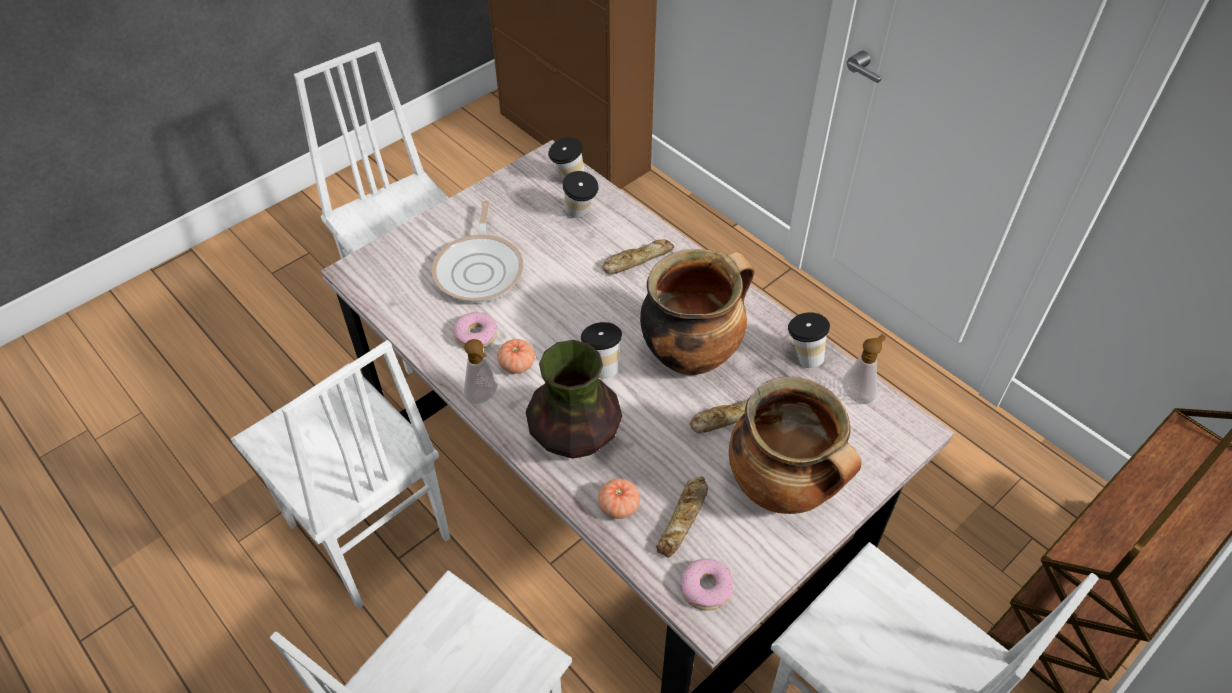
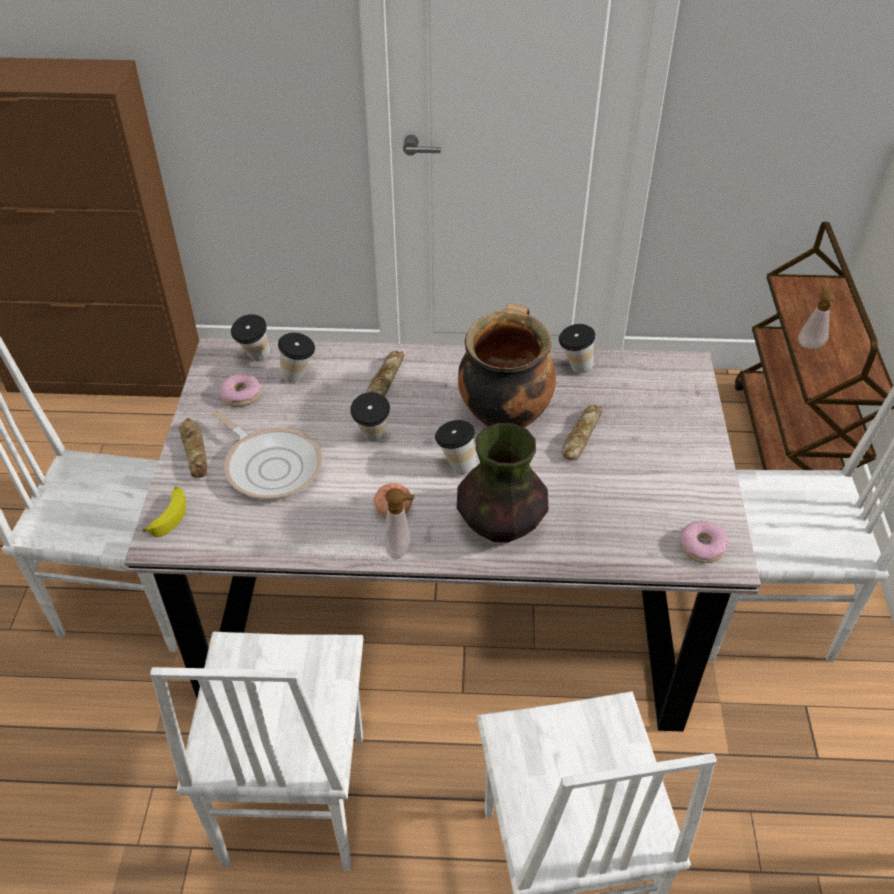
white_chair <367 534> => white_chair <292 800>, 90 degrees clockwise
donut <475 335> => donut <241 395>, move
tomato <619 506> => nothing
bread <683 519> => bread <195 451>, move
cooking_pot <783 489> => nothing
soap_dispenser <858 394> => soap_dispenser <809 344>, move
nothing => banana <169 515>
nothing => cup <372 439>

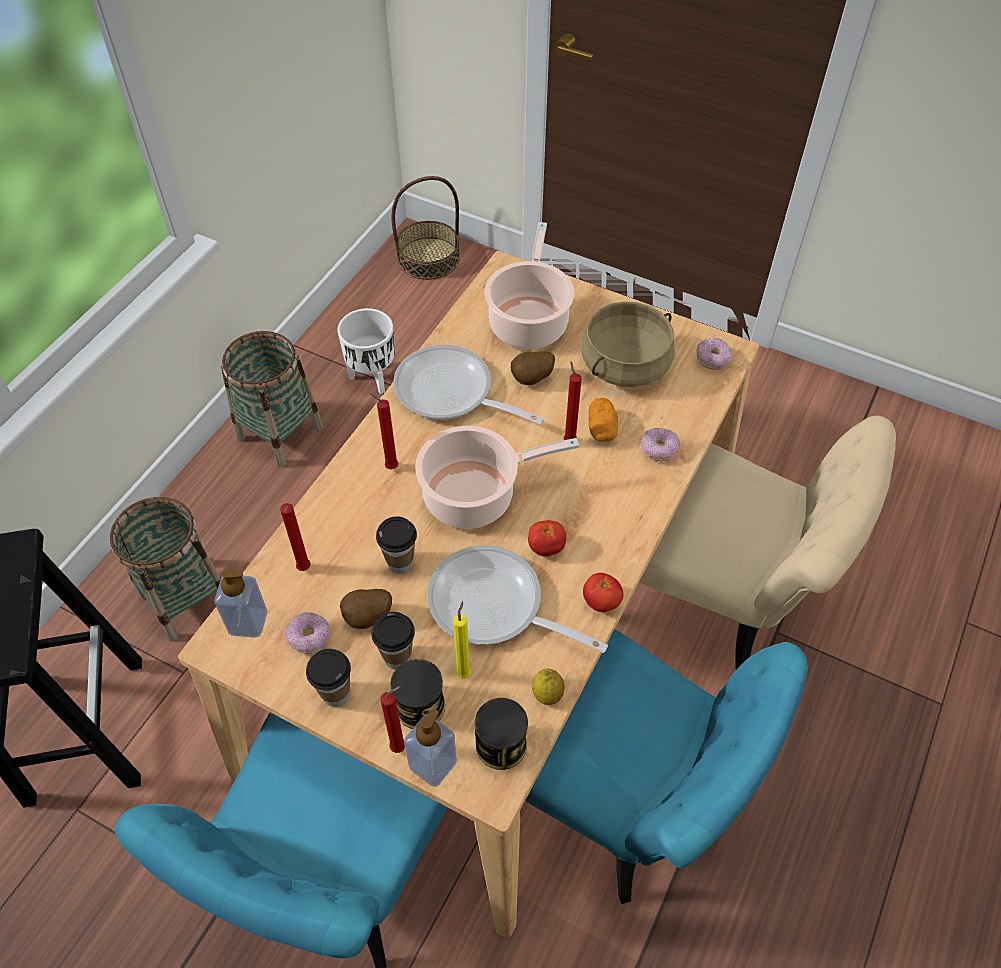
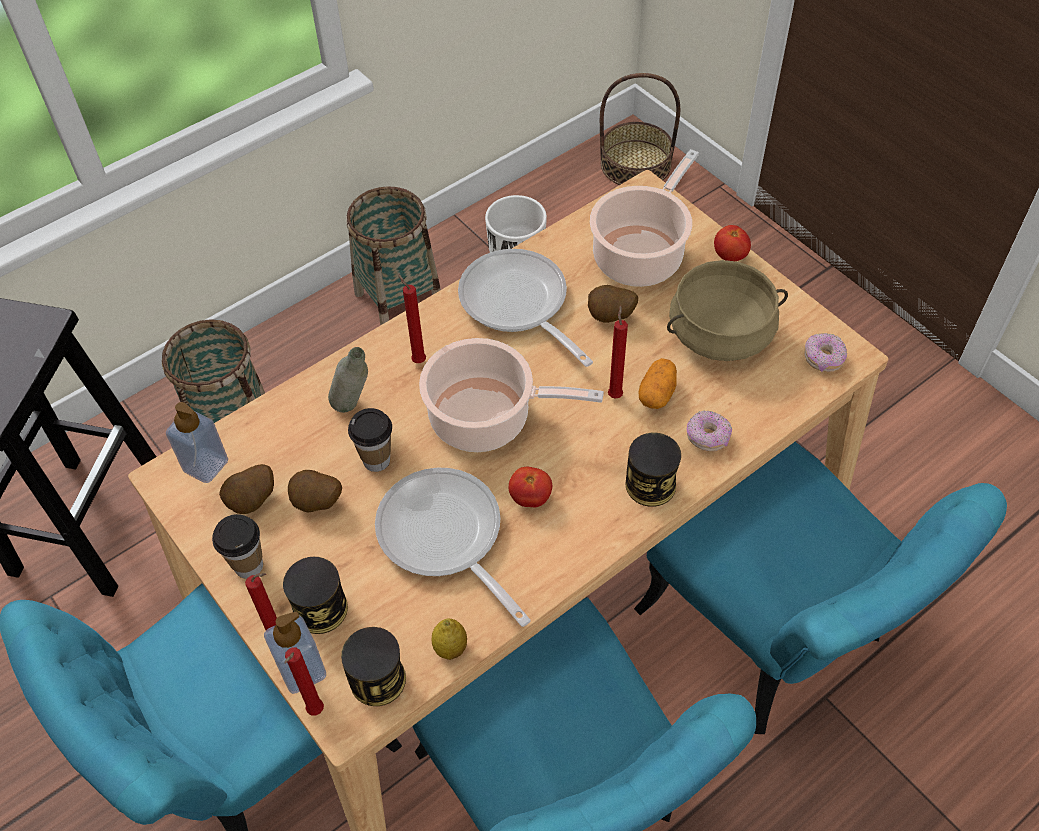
red_candle <304 570> => red_candle <314 712>, move
donut <310 638> => potato <253 502>
cup <397 657> => nothing
yellow_candle <464 672> => nothing
tomato <601 602> => tomato <730 256>, move
beige_chair <721 602> => turquoise_chair <777 640>
nothing => grey_bottle <355 410>
nothing => can <650 484>

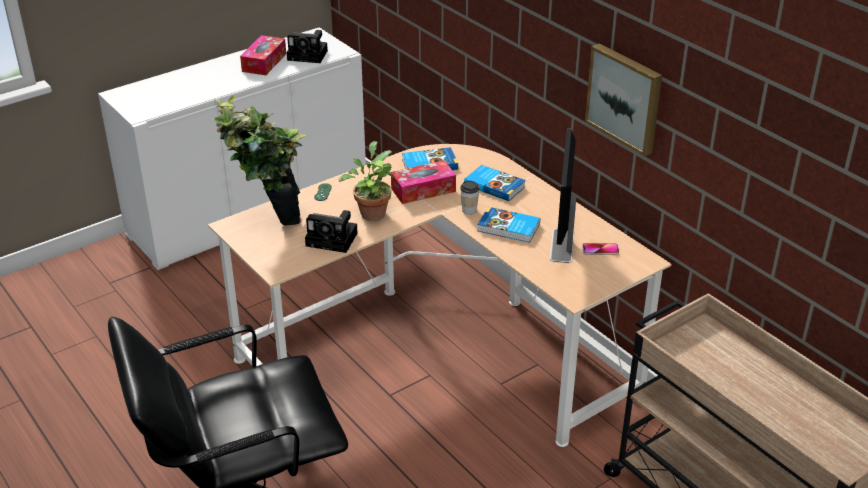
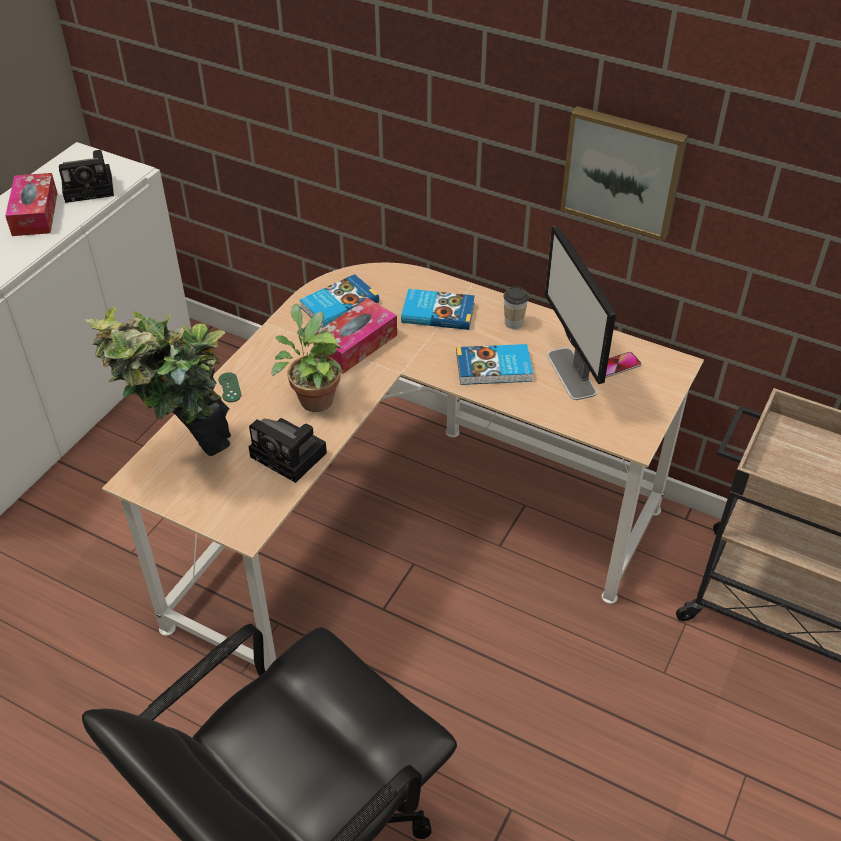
photo_camera <334 239> => photo_camera <291 456>, 45 degrees clockwise
cup <469 210> => cup <513 323>, move

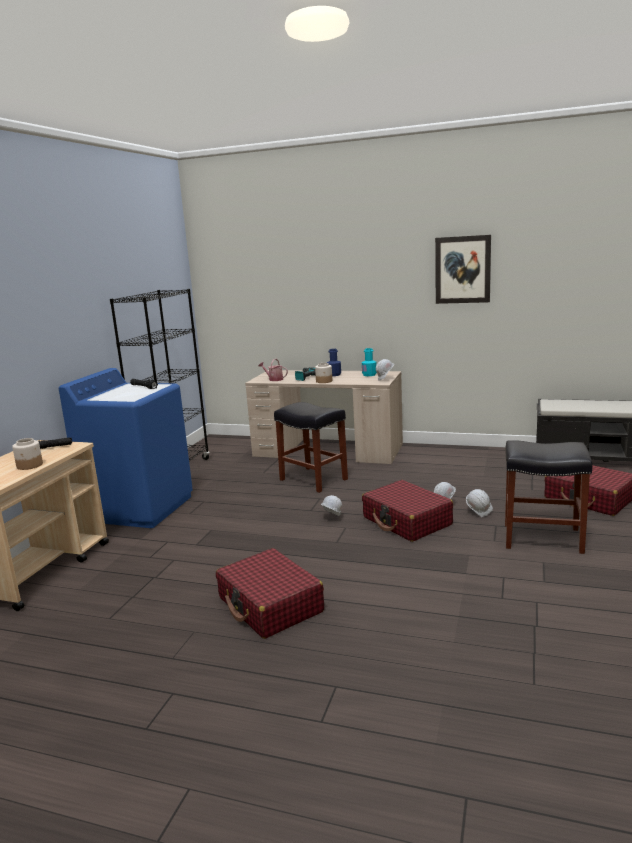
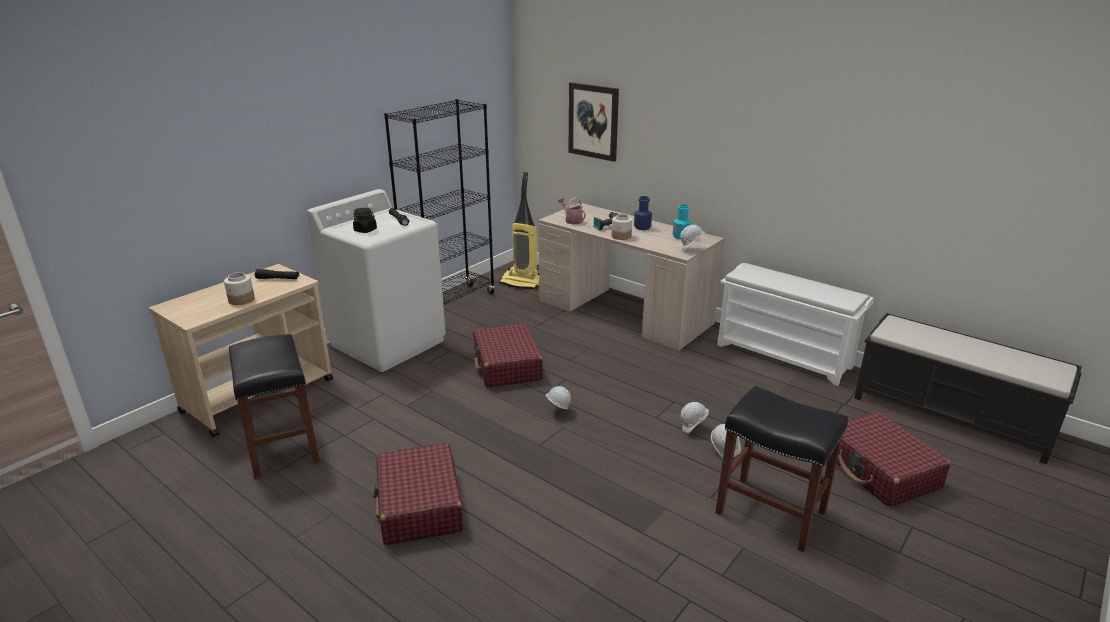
blue_washing_machine <140 508> => white_washing_machine <388 342>
black_stool <312 479> => black_stool <282 446>, move
red_suitcase <407 521> => red_suitcase <507 366>, move
picture <462 269> => picture <593 121>, move
nothing => black_jar <365 230>
nothing => vacuum_cleaner <522 282>
nothing => white_shoe_rack <784 356>

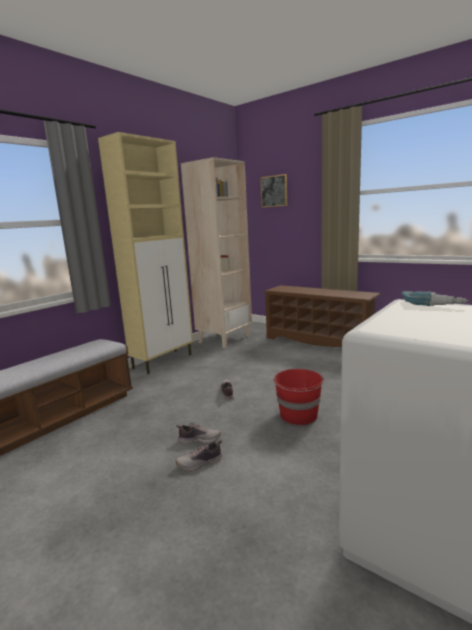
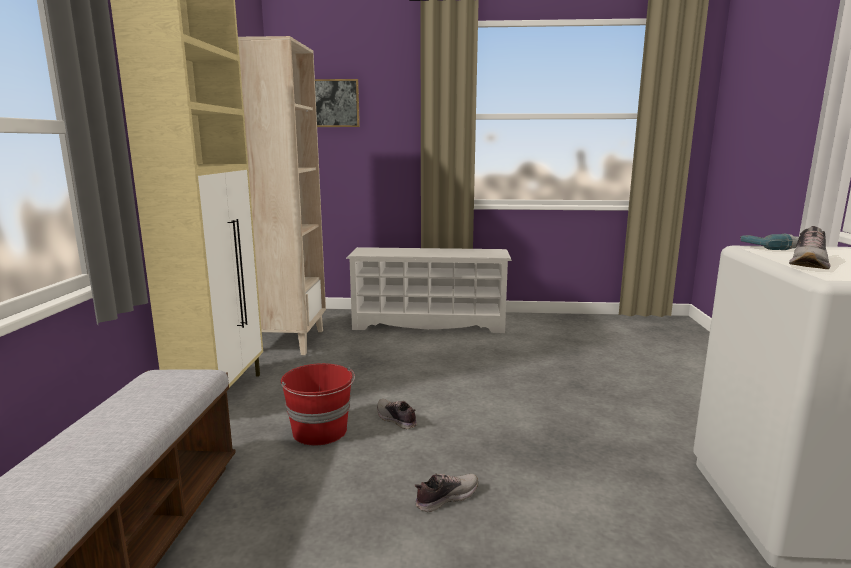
shoe <200 463> => shoe <809 264>, move
brown_shoe_rack <319 341> => white_shoe_rack <429 324>
red_bucket <299 415> => red_bucket <320 431>, move

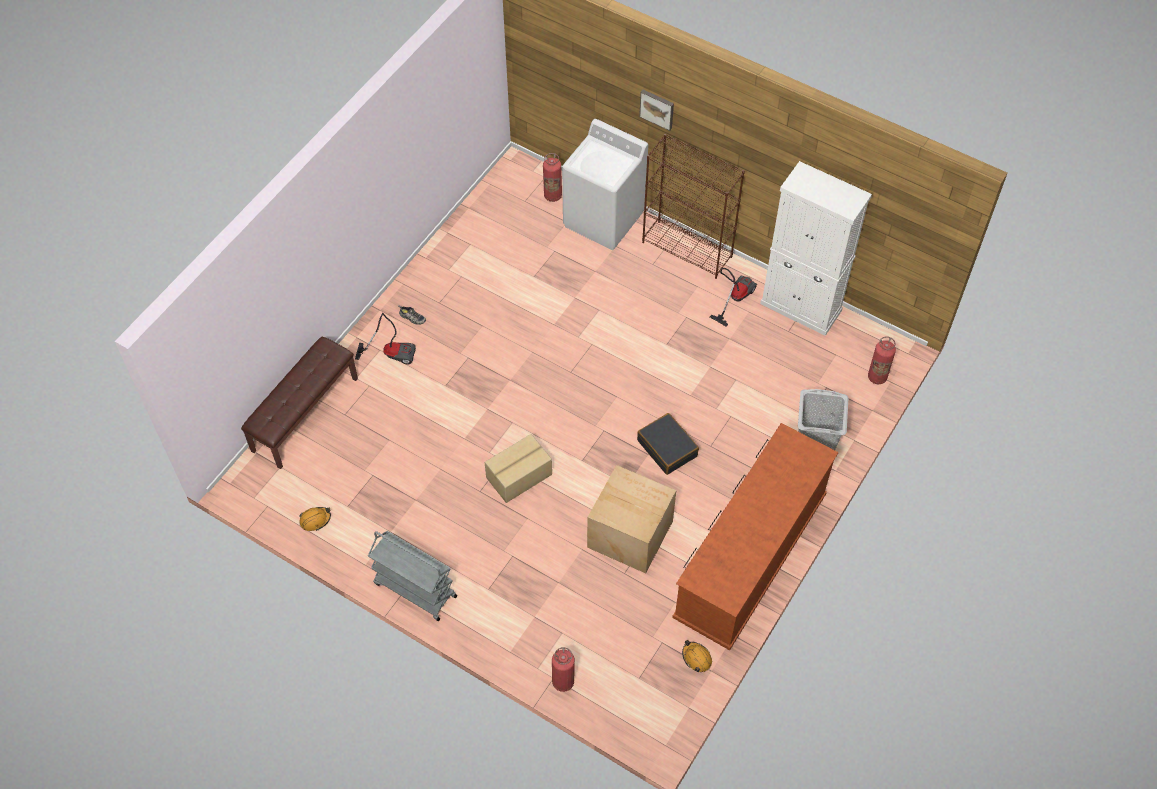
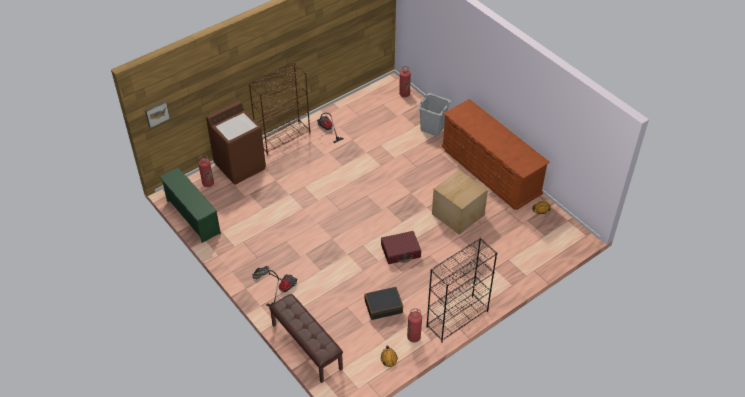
grey_cart <414 590> => black_bookcase <457 319>
cardboard_box <519 476> => red_suitcase <401 251>
fire_extinguisher <563 682> => fire_extinguisher <413 337>, move
white_washing_machine <604 219> => brown_washing_machine <240 166>
black_suitcase <667 448> => black_suitcase <383 306>, move
picture <657 108> => picture <157 113>, move
white_cabinet <801 307> => nothing
nothing => green_shoe_rack <192 217>

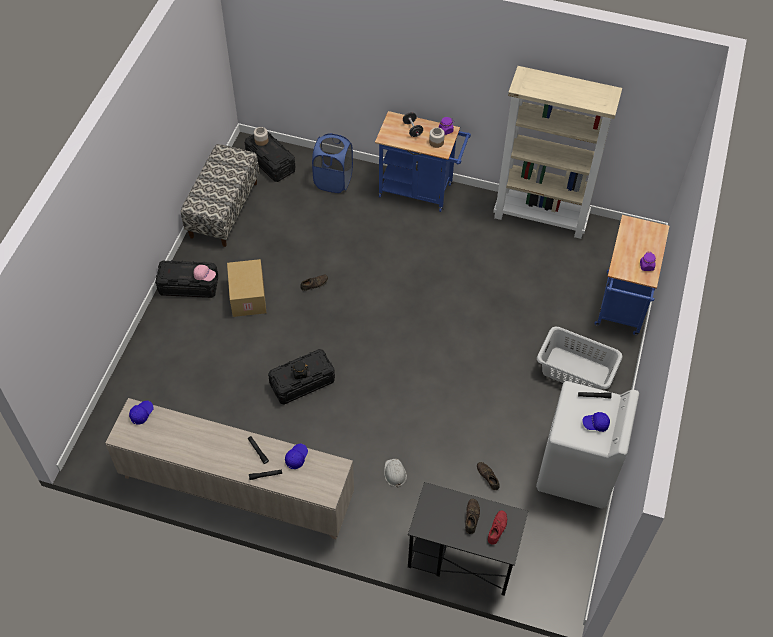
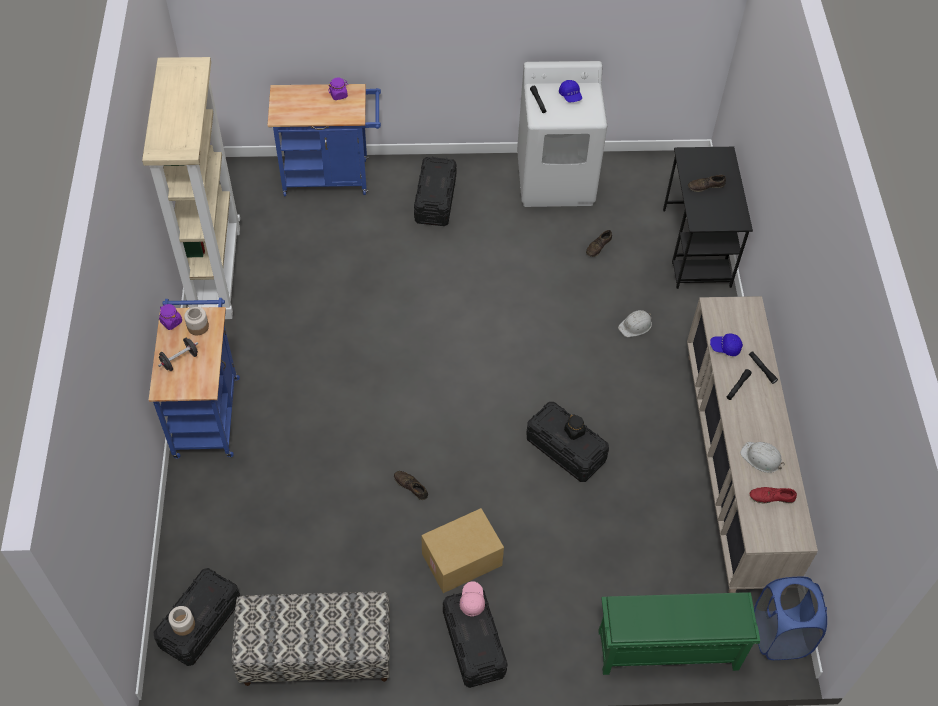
blue_cap <142 414> => nothing
blue_laundry_basket <333 181> => blue_laundry_basket <779 635>, move
red_shoe <497 528> => red_shoe <771 497>, move
grey_laundry_basket <575 372> => black_storage_box <435 200>
nothing => green_shoe_rack <666 651>
nothing => white_hard_hat <761 458>

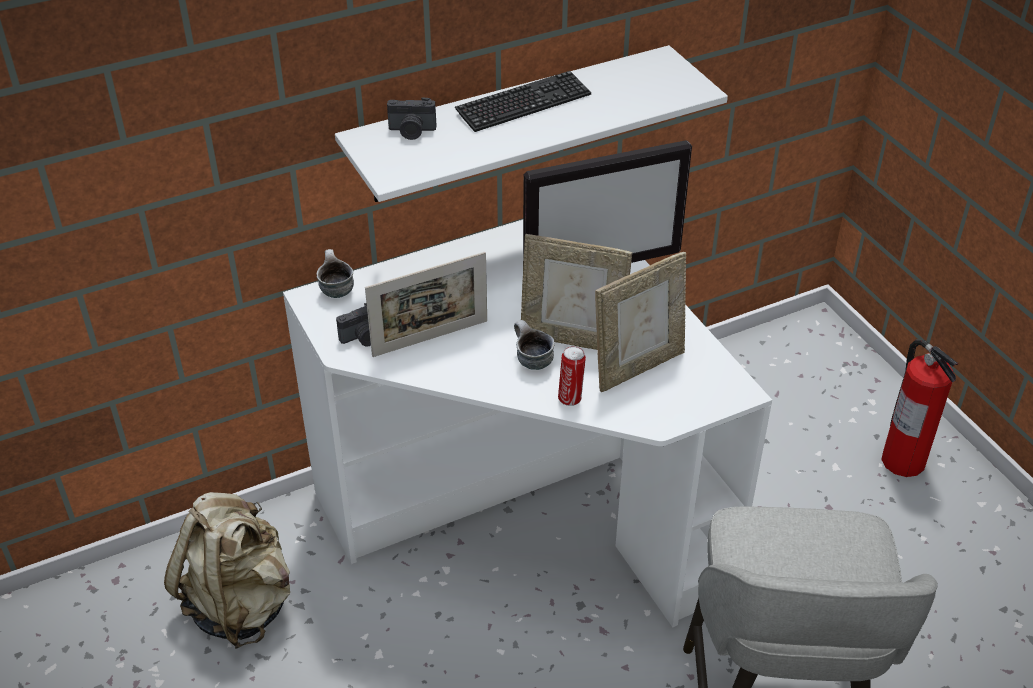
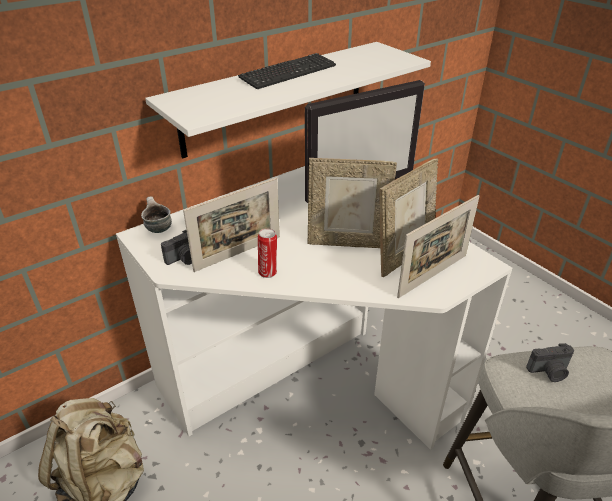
photo_camera <412 131> => photo_camera <549 372>, move
mug <530 360> => nothing
can <570 398> => can <268 272>, move
fire_extinguisher <902 460> => nothing
nothing => picture_frame <433 275>

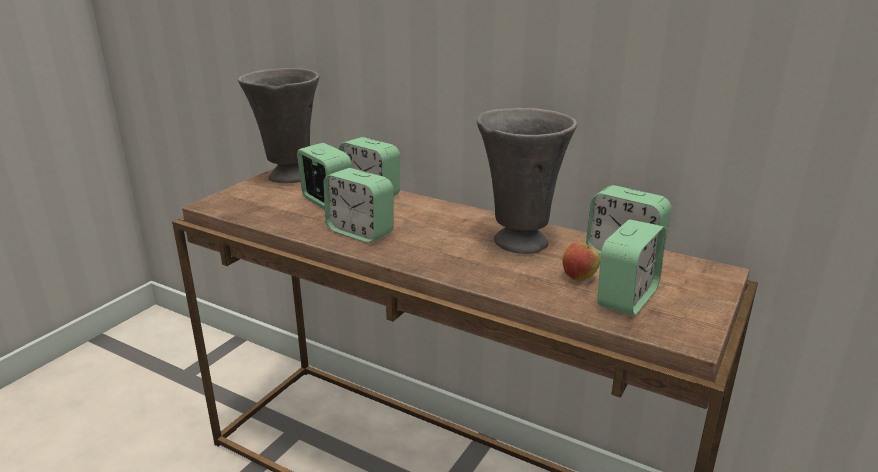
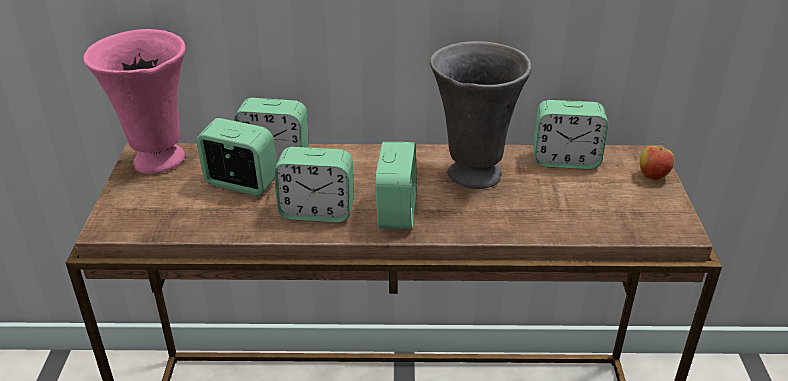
grey_vase <288 177> => pink_vase <157 161>
apple <579 277> => apple <653 176>, move
alarm_clock <627 298> => alarm_clock <396 212>, move

